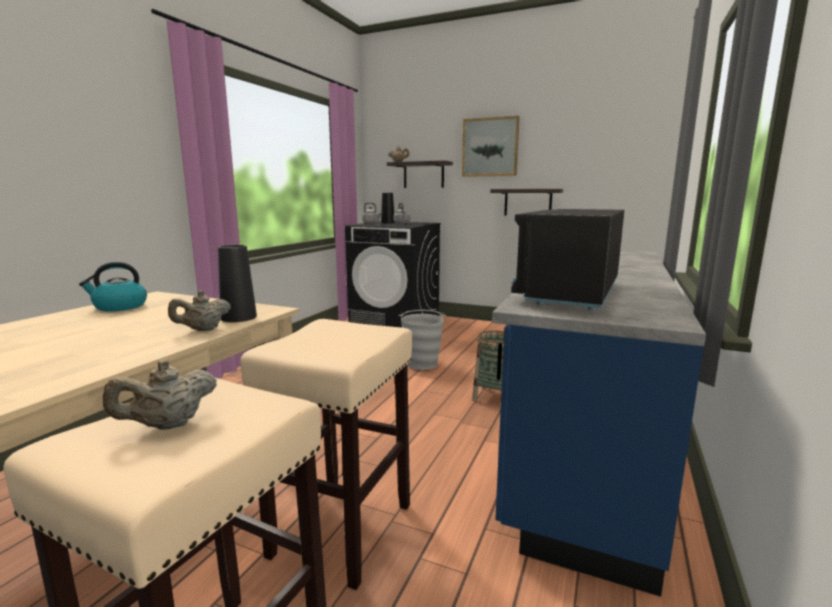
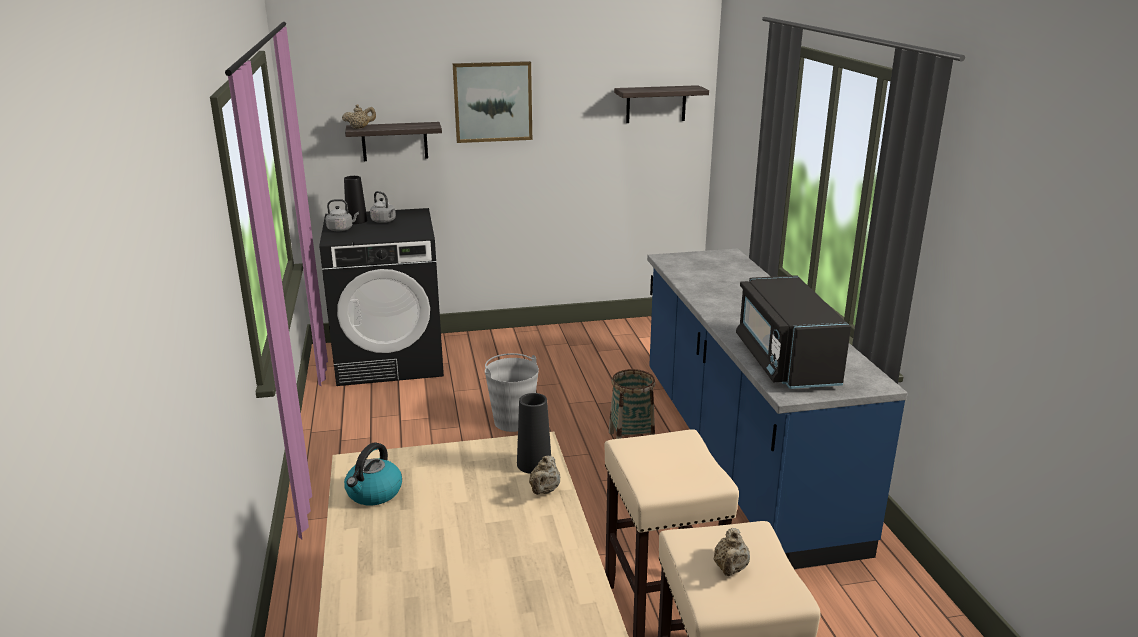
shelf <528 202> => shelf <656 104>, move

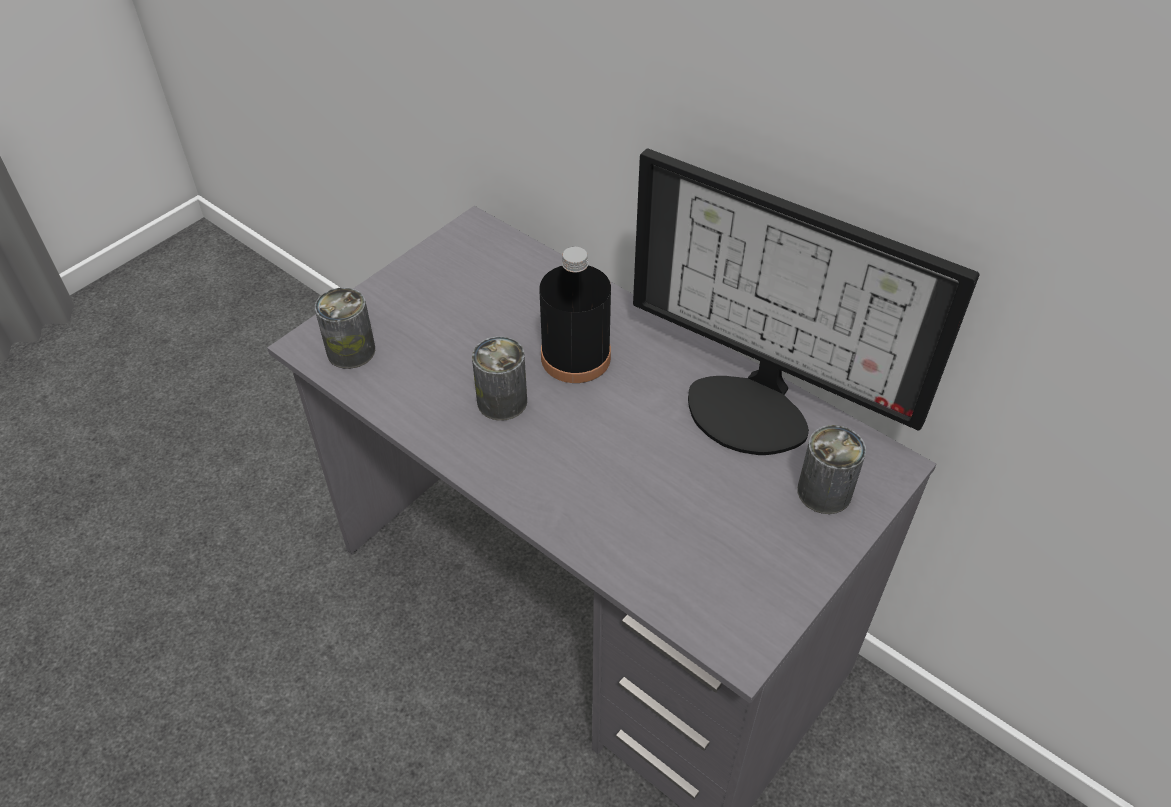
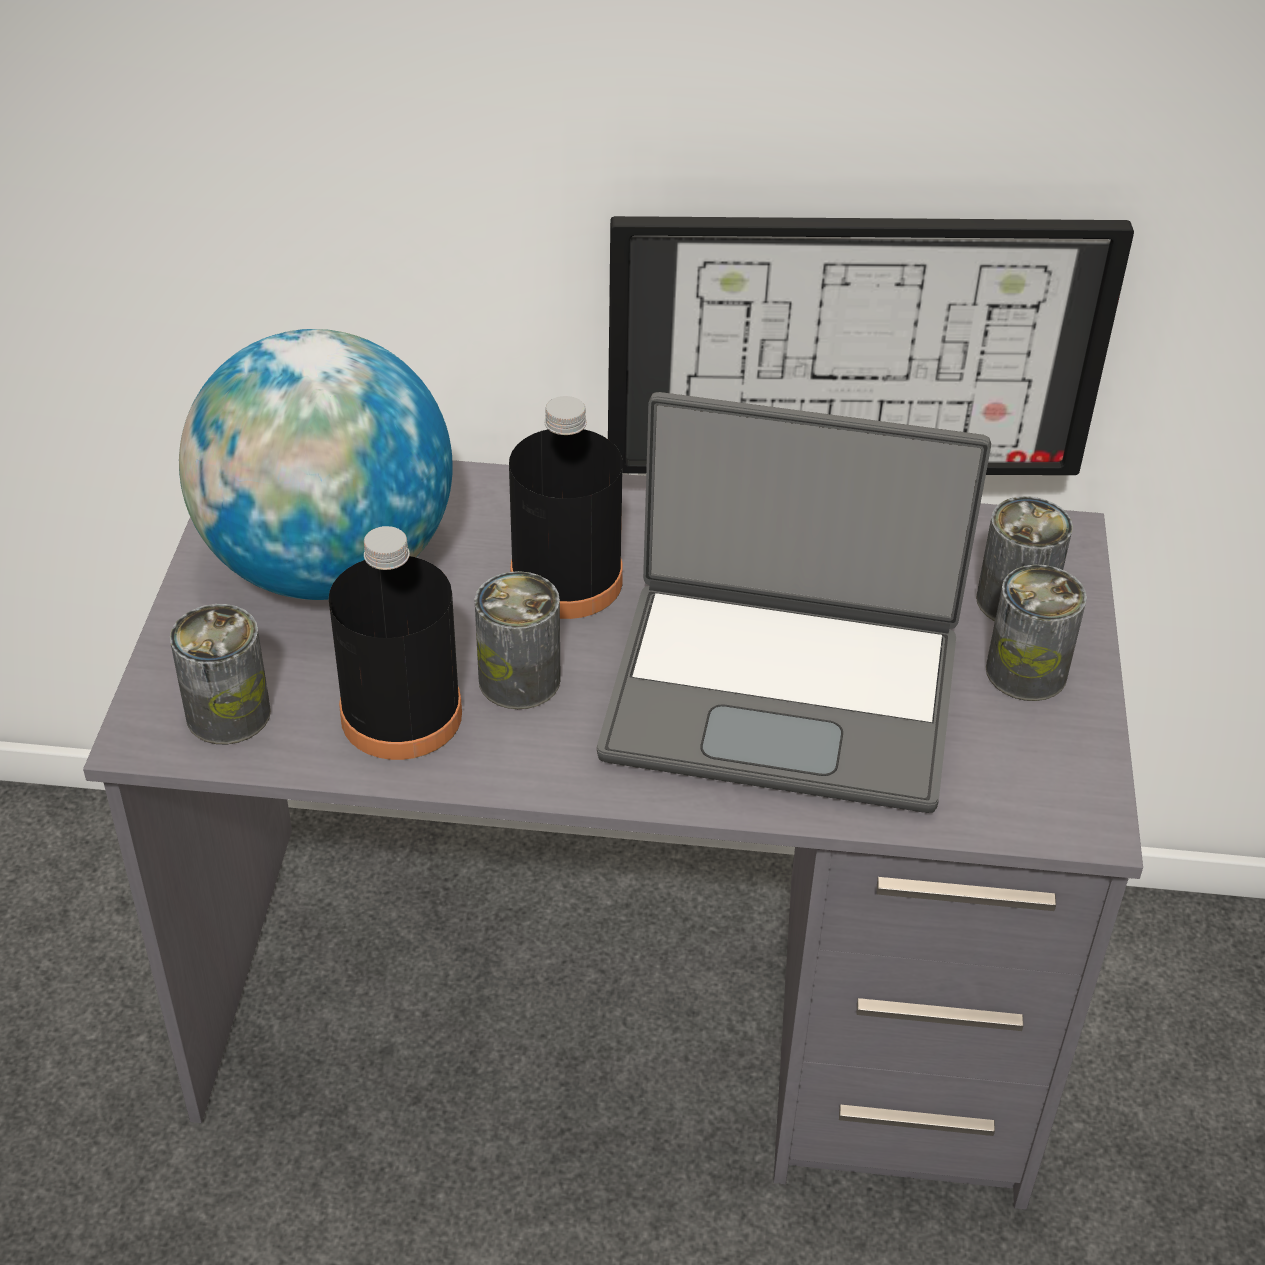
nothing => globe <329 566>
nothing => black_bottle <401 715>
nothing => laptop <783 693>
nothing => can <1026 672>

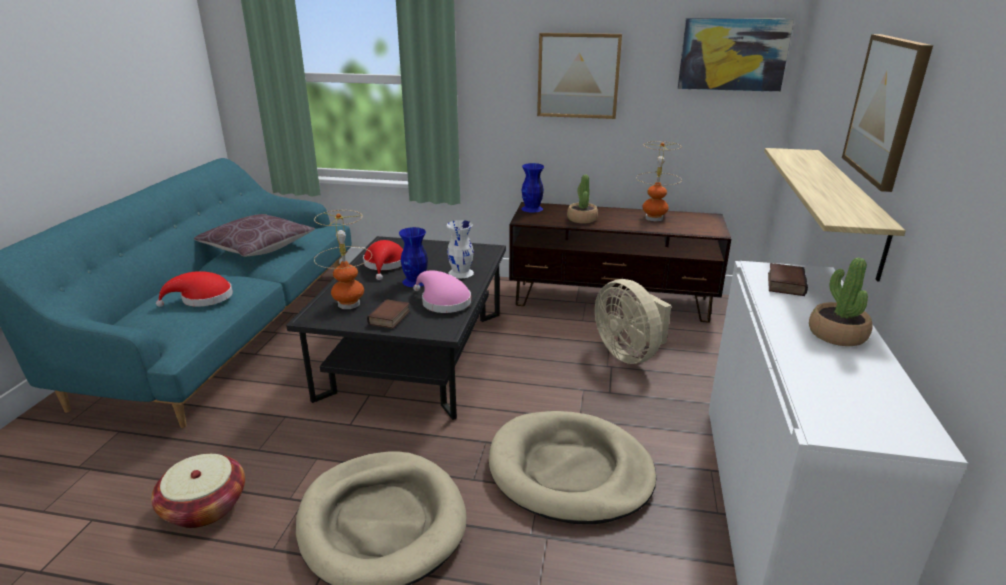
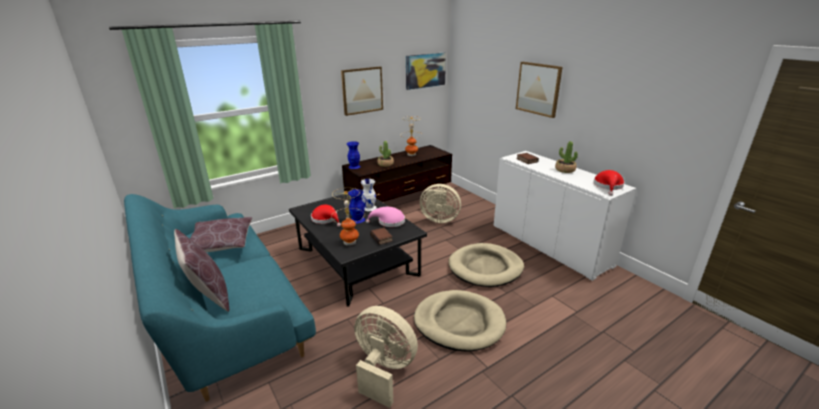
basket <205 507> => beige_fan <383 370>
red_hat <202 298> => red_hat <608 186>, move
shelf <847 208> => nothing
nothing => brown_pillow <209 295>

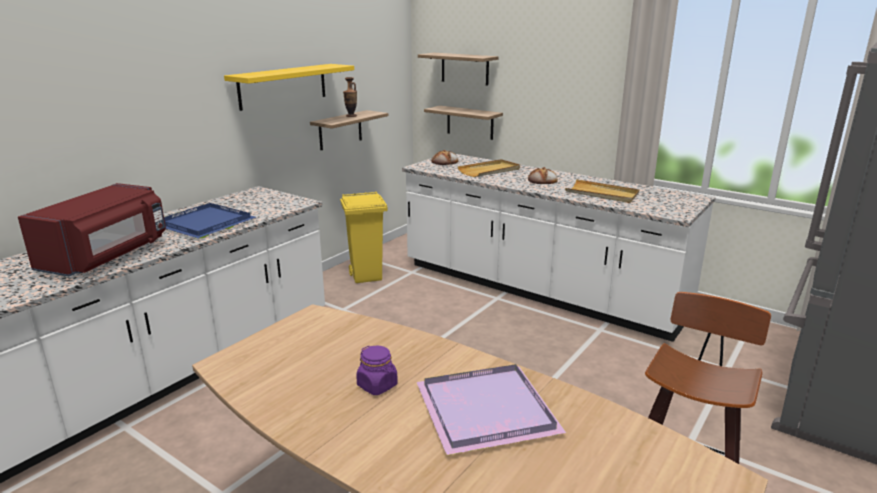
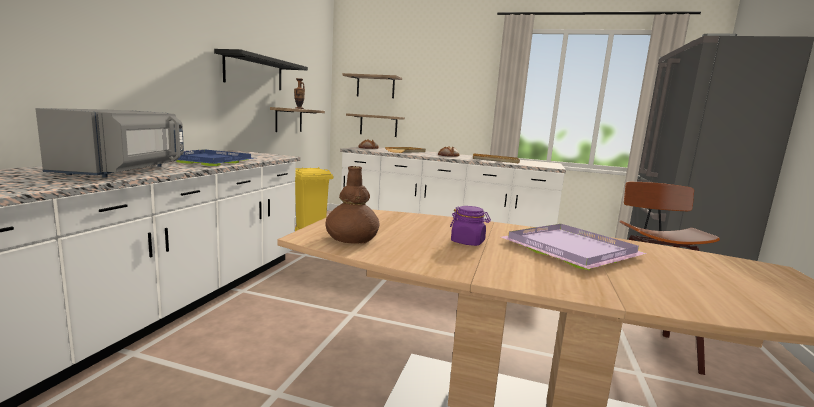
red_microwave <108 256> => grey_microwave <125 171>
yellow_shelf <283 86> => black_shelf <254 72>
nothing => brown_vase <351 238>

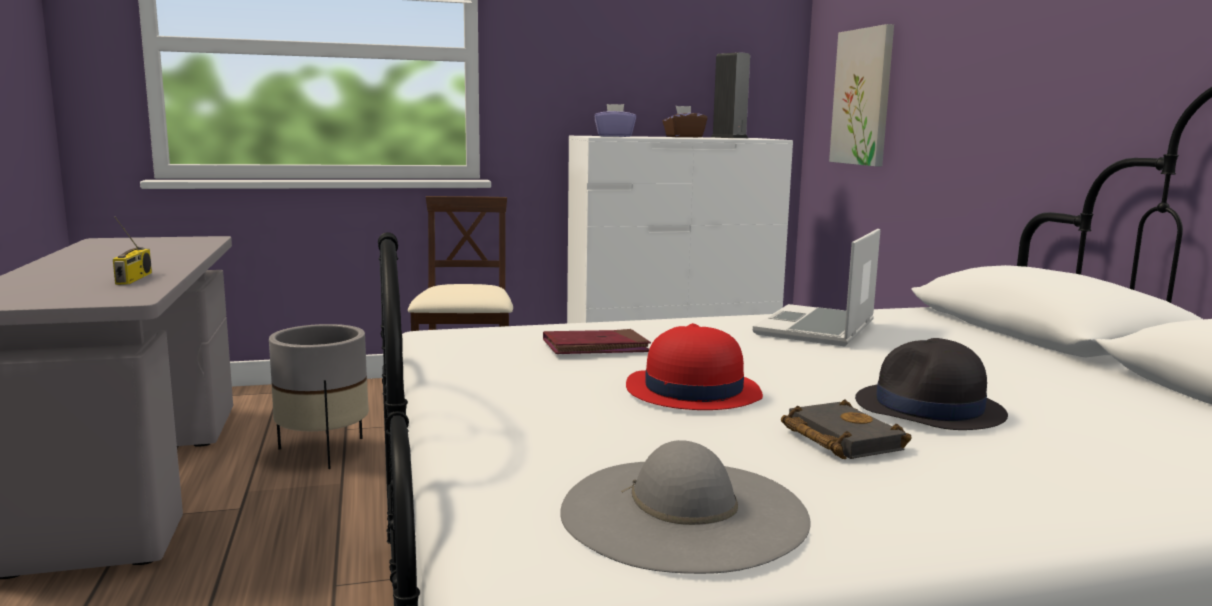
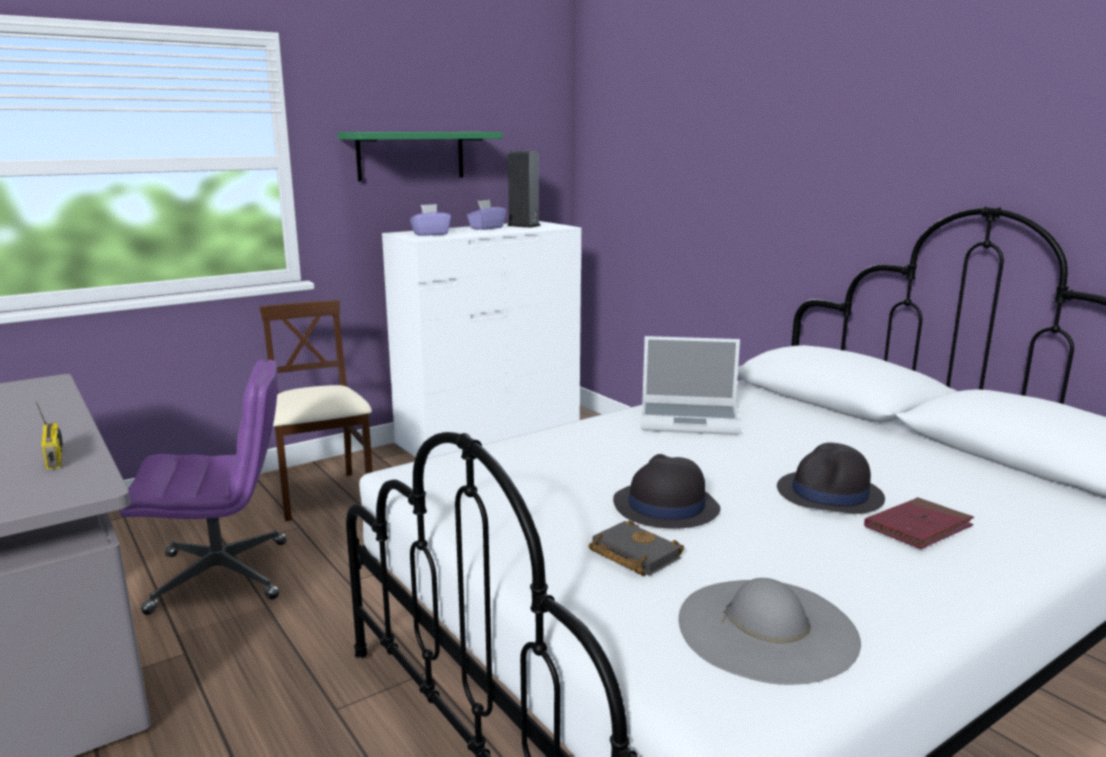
grey_planter <323 451> => purple_office_chair <223 576>
red_book <595 348> => red_book <918 527>, move
red_hat <692 391> => black_hat <665 507>
brown_tissue_box <684 137> => purple_tissue_box <486 228>
laptop <817 329> => laptop <690 420>, 90 degrees counterclockwise
black_book <837 439> => black_book <631 555>, move
picture <863 97> => nothing
nothing => green_shelf <411 155>

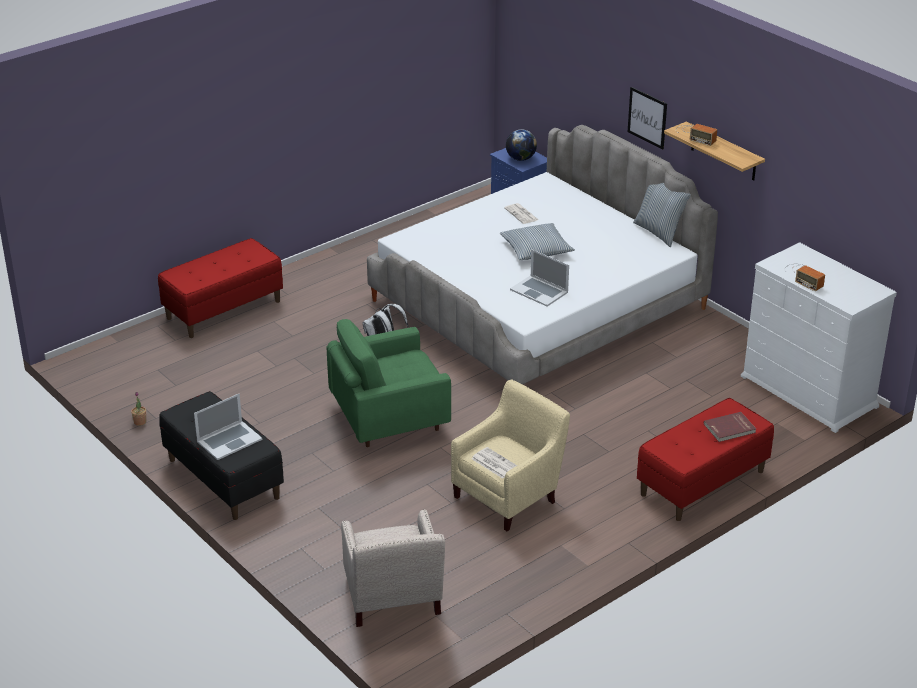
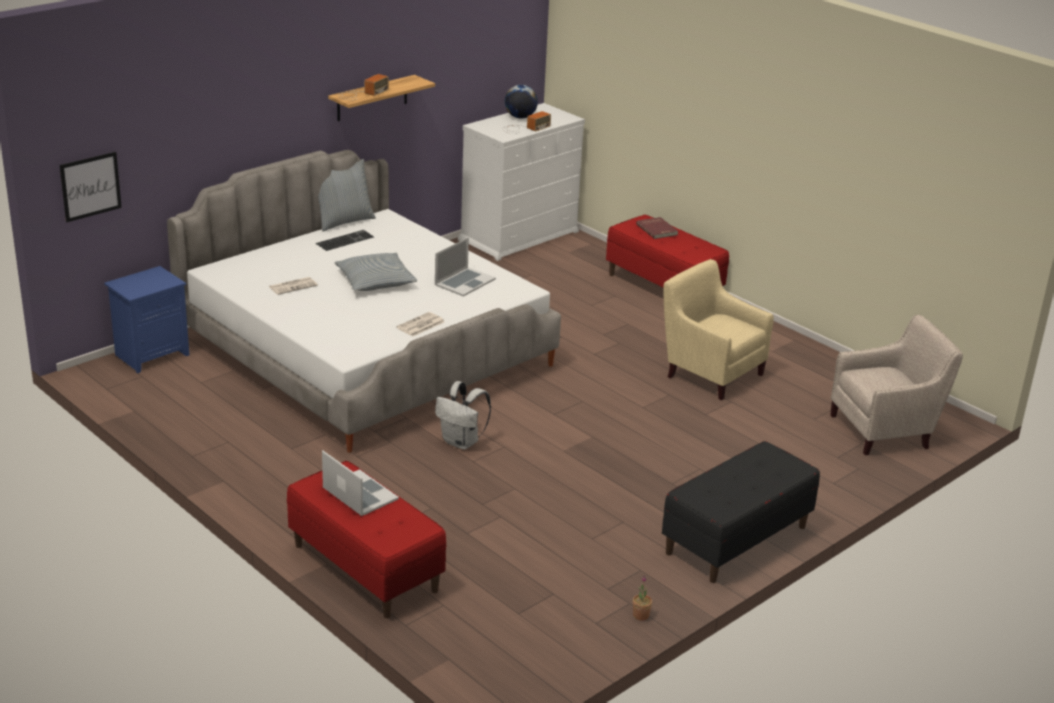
laptop <229 440> => laptop <359 493>, move
green_armchair <388 419> => nothing
newspaper <494 463> => newspaper <420 325>, move
globe <520 159> => globe <520 117>, move
picture <647 117> => picture <90 186>, move
nothing => keyboard <345 240>

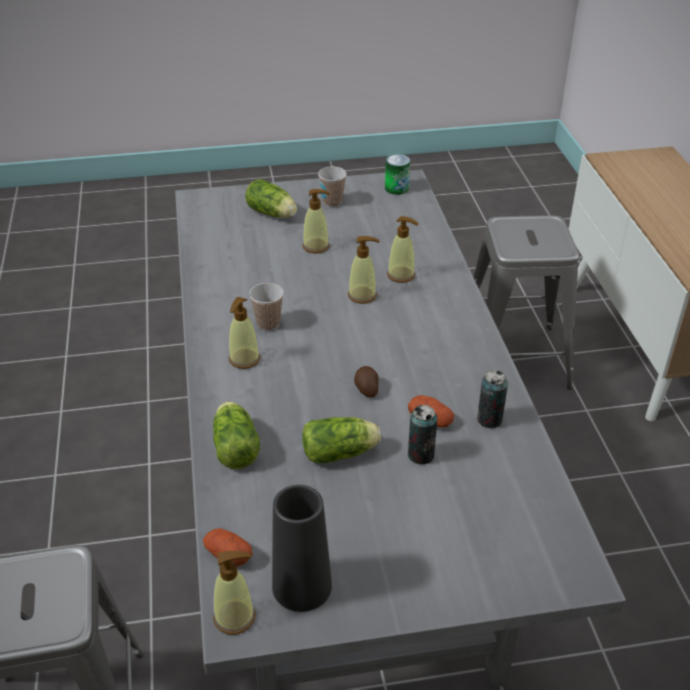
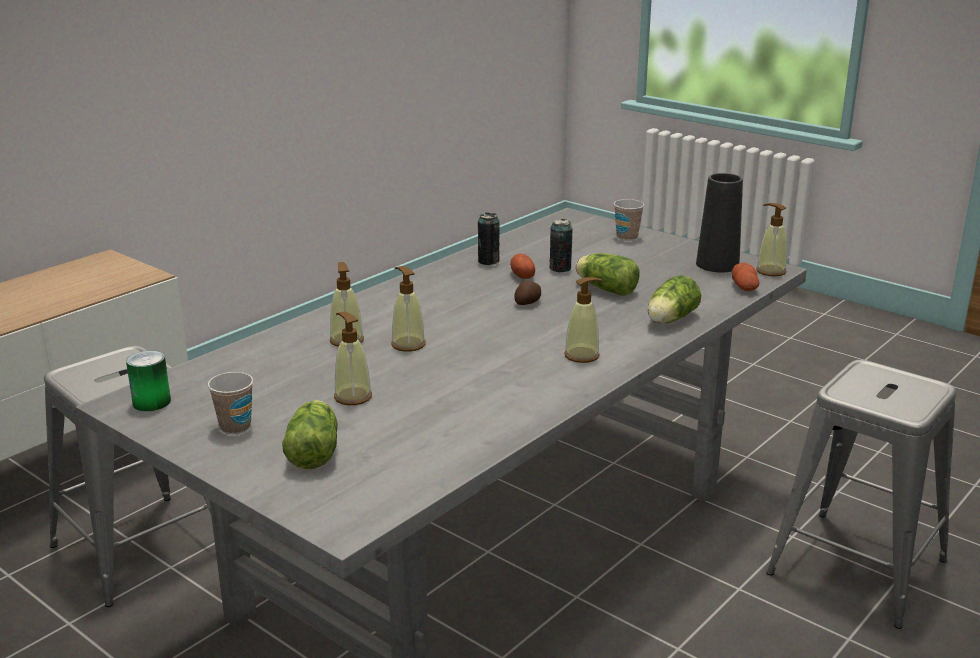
cup <268 323> => cup <627 237>, move

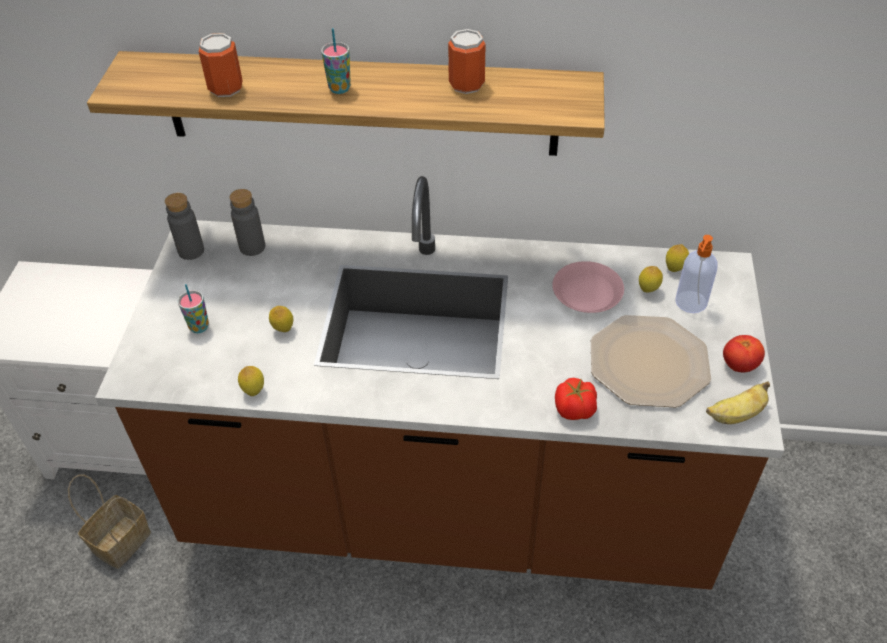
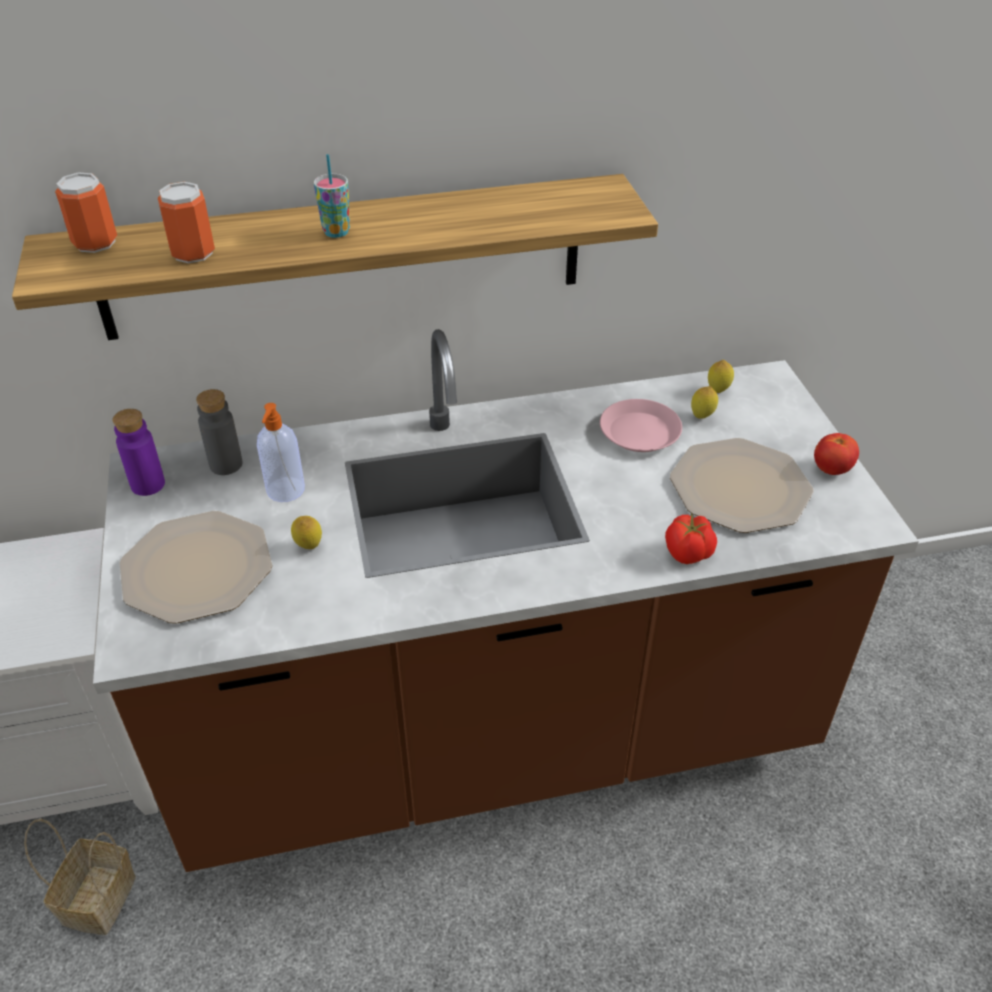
grey_bottle <191 251> => purple_bottle <148 484>
cup <199 327> => plate <198 568>
lemon <254 391> => nothing
can <466 85> => can <95 243>, move
soap_dispenser <690 303> => soap_dispenser <285 491>, move
banana <735 415> => nothing

